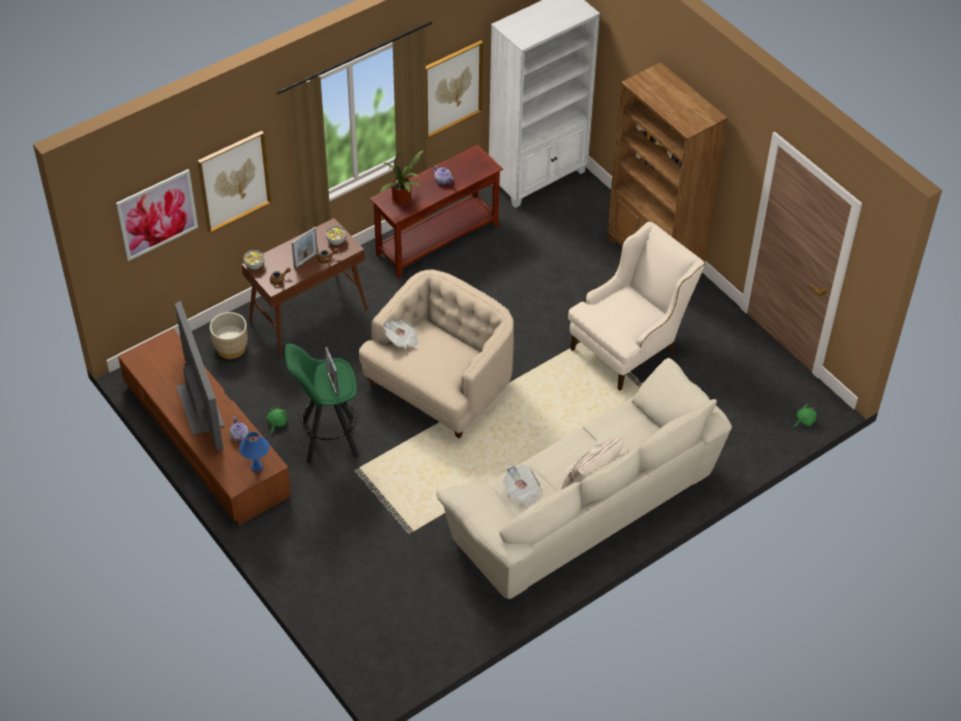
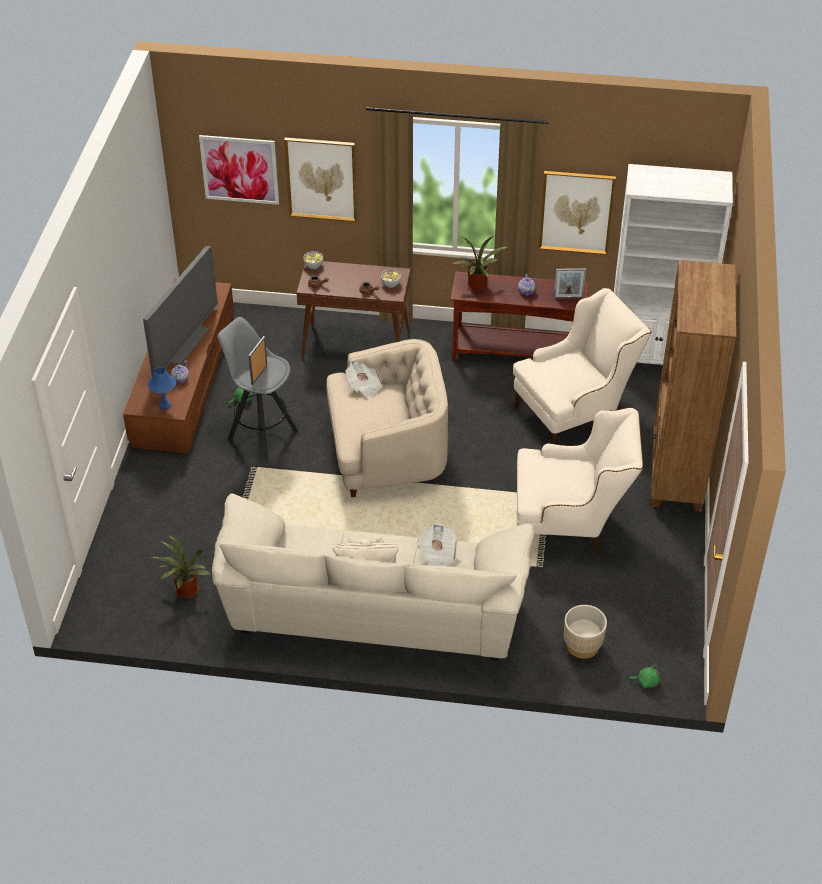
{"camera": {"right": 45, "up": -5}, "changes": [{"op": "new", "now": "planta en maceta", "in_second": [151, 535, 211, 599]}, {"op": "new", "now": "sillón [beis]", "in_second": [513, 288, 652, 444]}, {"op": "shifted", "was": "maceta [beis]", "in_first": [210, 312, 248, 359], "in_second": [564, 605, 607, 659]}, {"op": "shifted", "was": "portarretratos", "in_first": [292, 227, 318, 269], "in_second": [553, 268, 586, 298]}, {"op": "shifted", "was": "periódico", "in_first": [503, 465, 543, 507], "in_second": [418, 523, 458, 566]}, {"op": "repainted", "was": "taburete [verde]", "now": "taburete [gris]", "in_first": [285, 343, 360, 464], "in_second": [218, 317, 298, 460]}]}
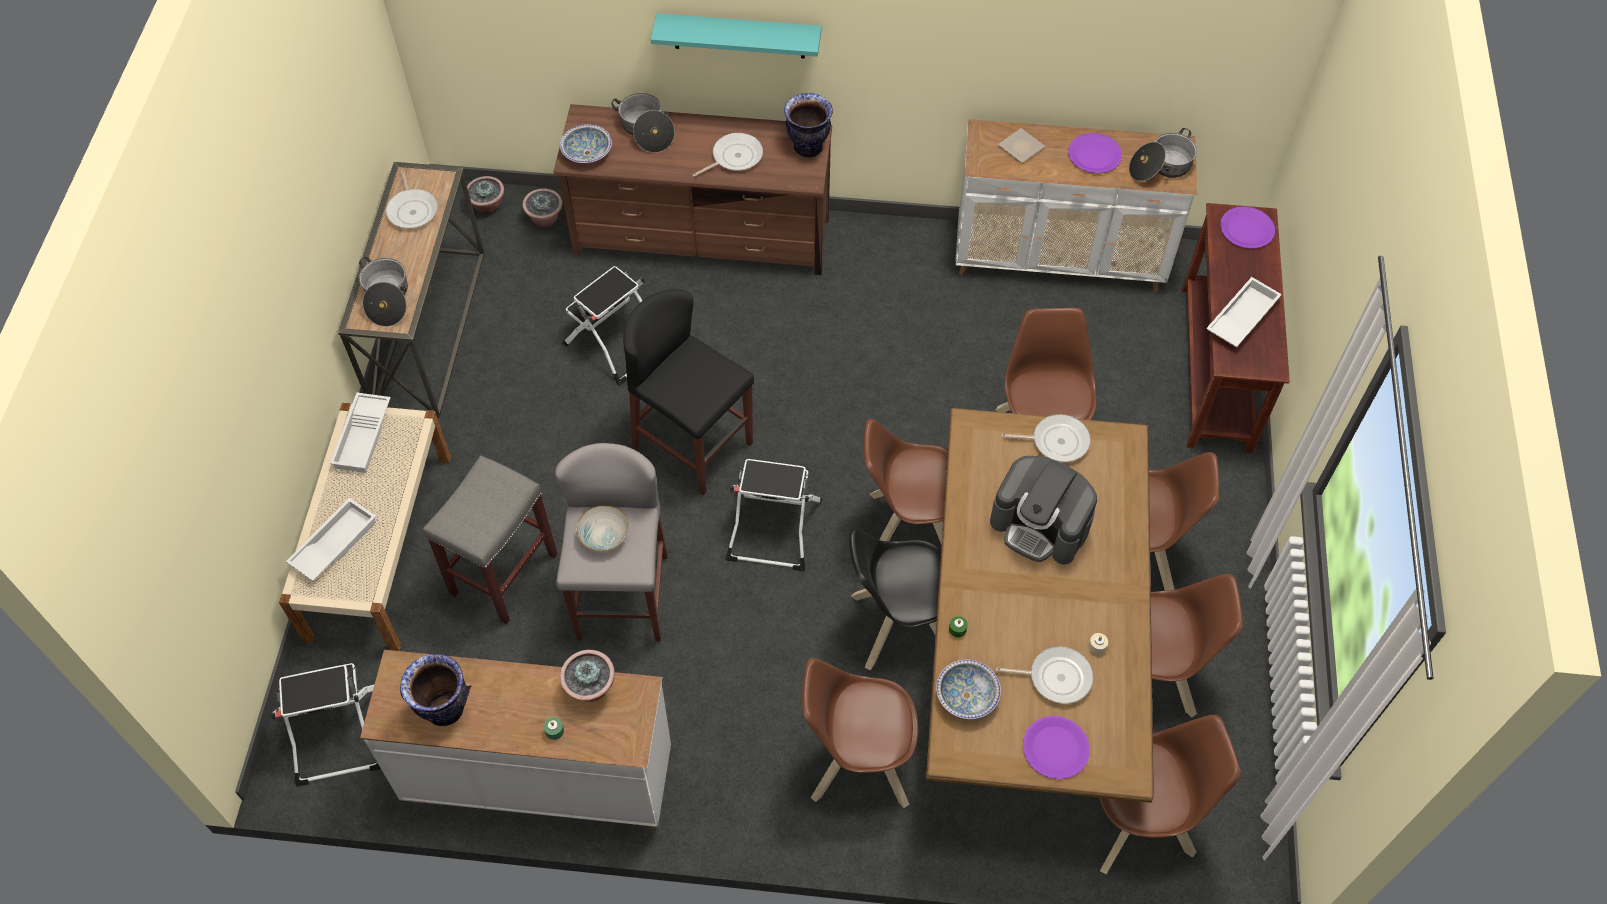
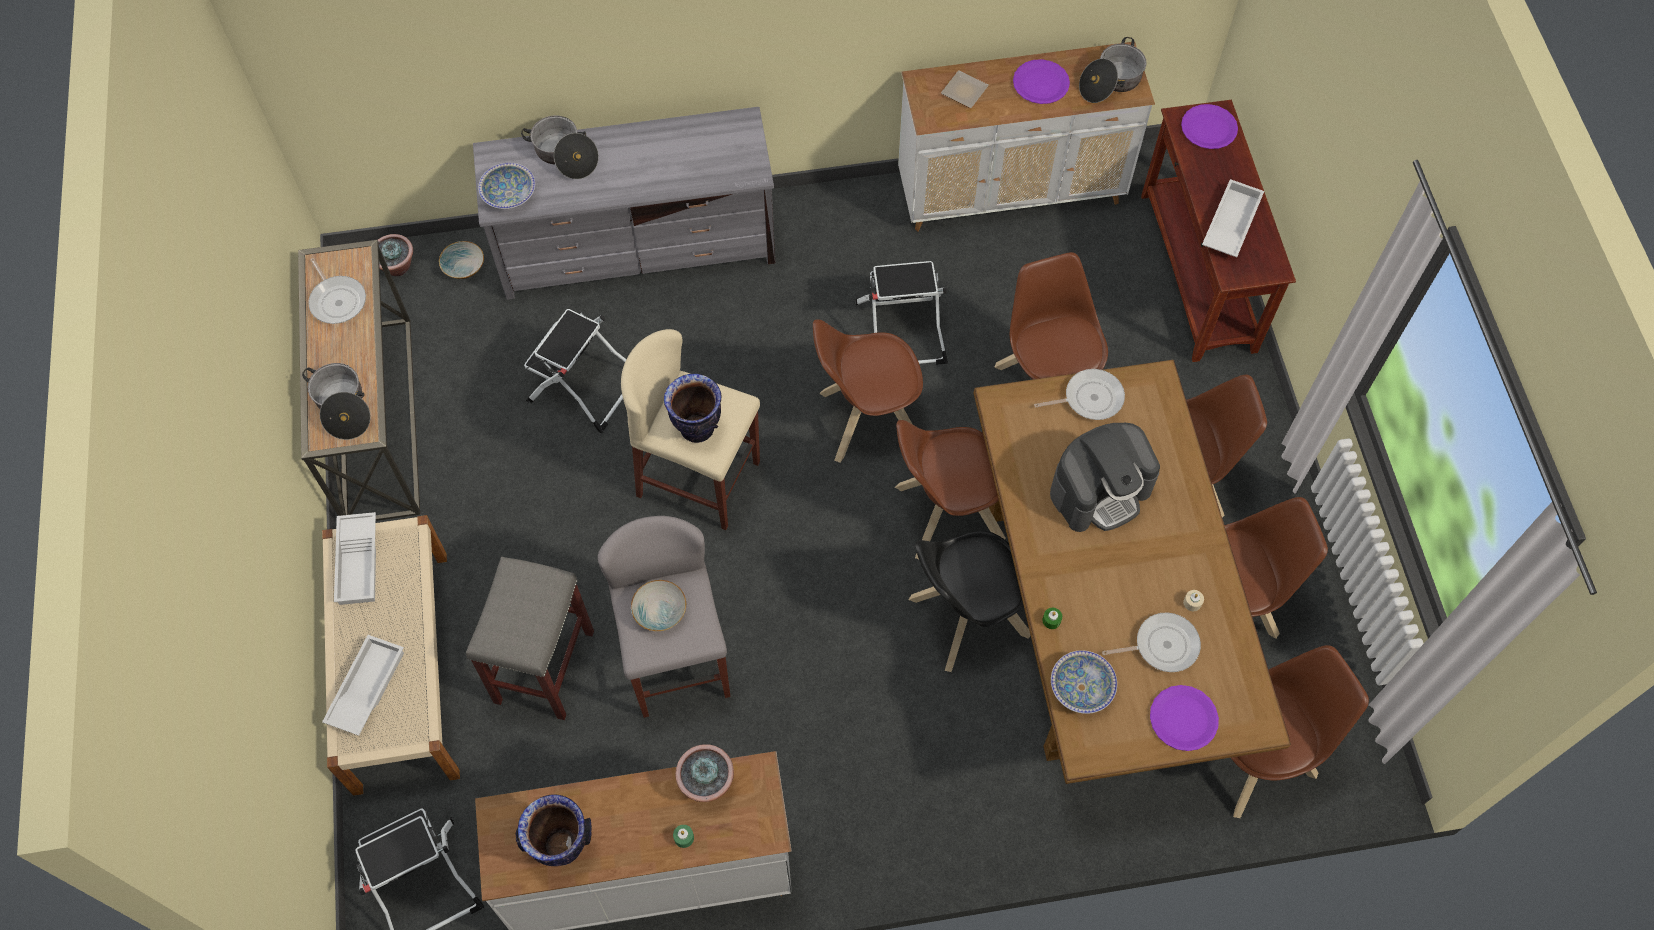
{"camera": {"right": -15, "up": 5}, "changes": [{"op": "gone", "was": "estante [turquesa]", "in_first": [651, 13, 822, 59]}, {"op": "gone", "was": "sartén", "in_first": [692, 133, 763, 177]}, {"op": "shifted", "was": "escalera de tijera", "in_first": [726, 459, 823, 571], "in_second": [855, 261, 948, 365]}, {"op": "shifted", "was": "florero", "in_first": [784, 93, 833, 158], "in_second": [664, 374, 721, 443]}, {"op": "shifted", "was": "silla [marrón]", "in_first": [802, 658, 918, 808], "in_second": [813, 319, 923, 463]}, {"op": "swapped", "was": "planta en maceta", "now": "cuenco", "in_first": [522, 188, 563, 227], "in_second": [439, 241, 484, 279]}, {"op": "repainted", "was": "cómoda [marrón]", "now": "cómoda [gris]", "in_first": [553, 104, 832, 275], "in_second": [473, 107, 775, 300]}, {"op": "repainted", "was": "taburete [negro]", "now": "taburete [beis]", "in_first": [623, 289, 754, 495], "in_second": [621, 329, 760, 530]}, {"op": "rotated", "was": "cafetera", "in_first": [990, 456, 1097, 564], "in_second": [1050, 423, 1160, 532], "clockwise": -45}]}
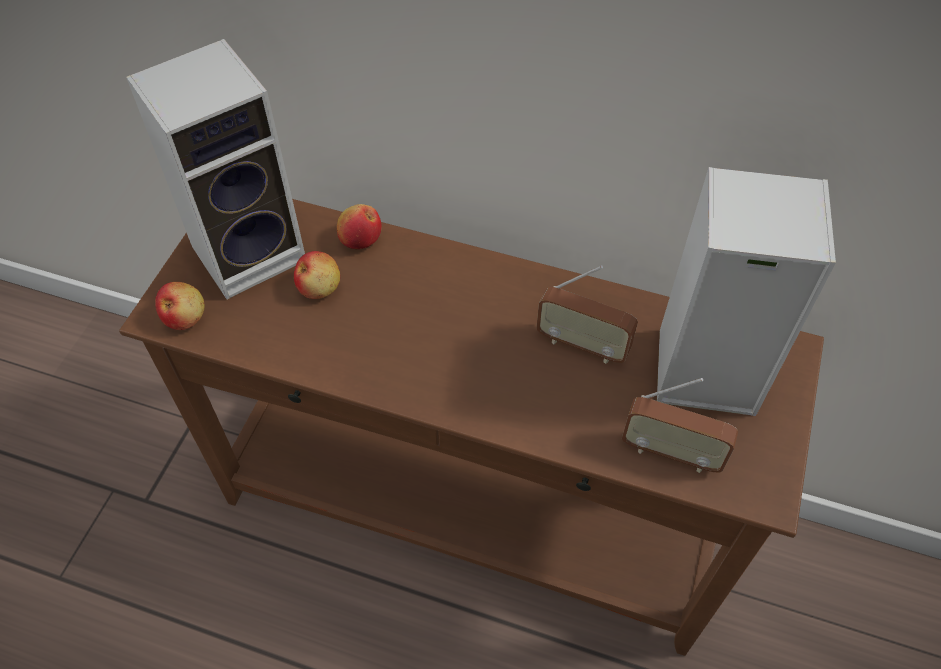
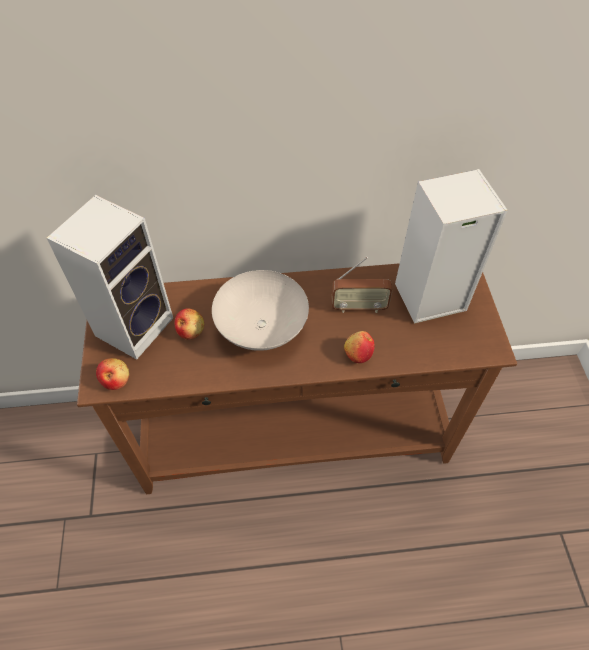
{"camera": {"right": -25, "up": 0}, "changes": [{"op": "gone", "was": "radio", "in_first": [622, 378, 738, 473]}, {"op": "new", "now": "cuenco [blanco]", "in_second": [212, 270, 309, 351]}, {"op": "shifted", "was": "manzana", "in_first": [337, 204, 382, 249], "in_second": [344, 331, 375, 363]}]}
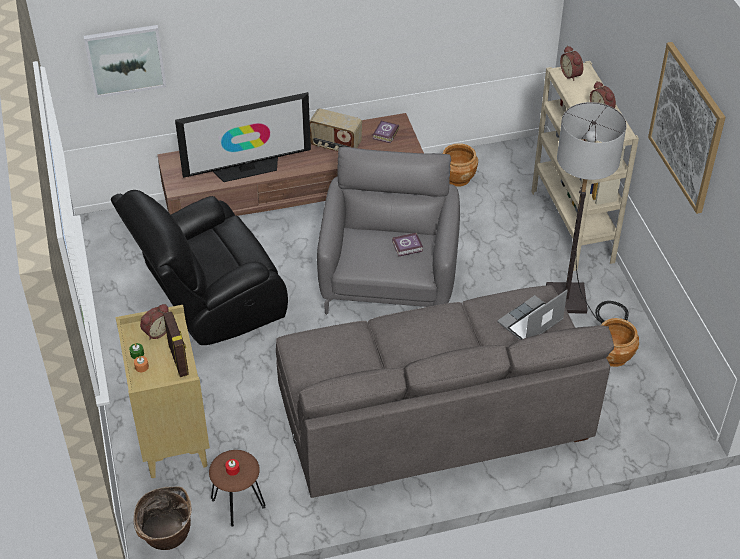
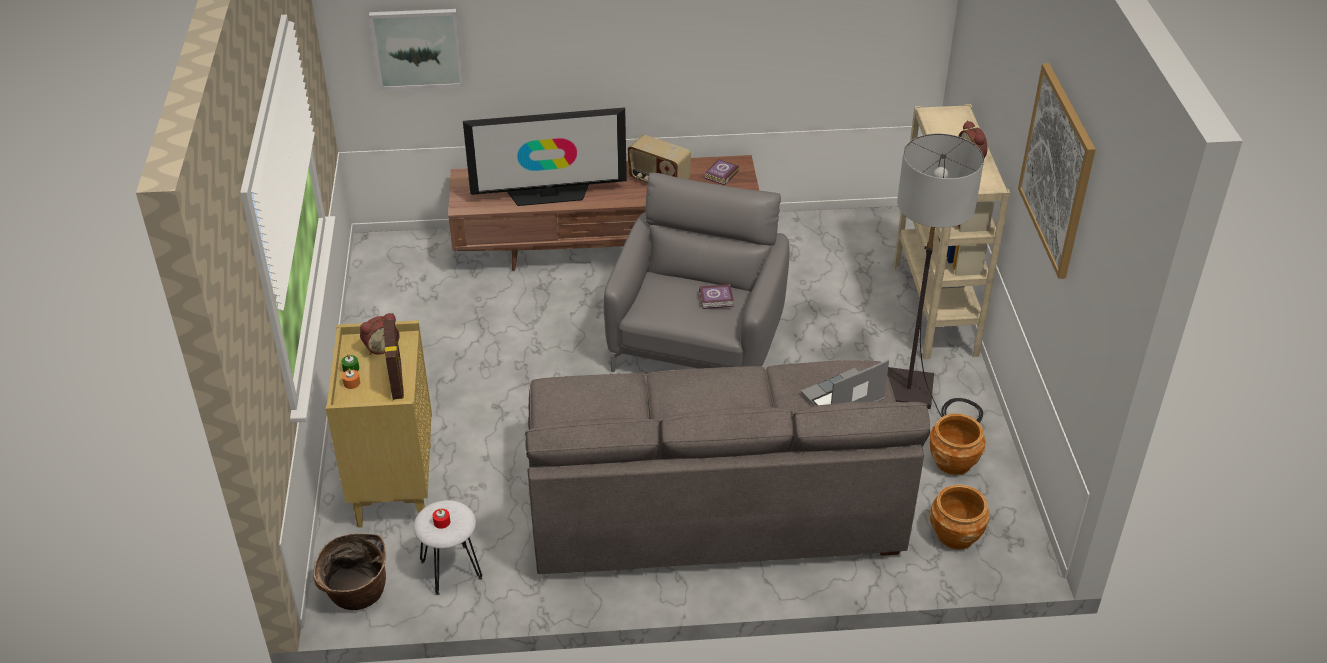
{"camera": {"right": 10, "up": -5}, "changes": [{"op": "gone", "was": "sillón [negro]", "in_first": [111, 190, 288, 345]}, {"op": "gone", "was": "despertador", "in_first": [560, 45, 583, 81]}, {"op": "shifted", "was": "maceta [marrón]", "in_first": [443, 143, 478, 187], "in_second": [930, 485, 990, 549]}, {"op": "repainted", "was": "taburete [marrón]", "now": "taburete [blanco]", "in_first": [209, 450, 265, 527], "in_second": [414, 500, 482, 595]}]}
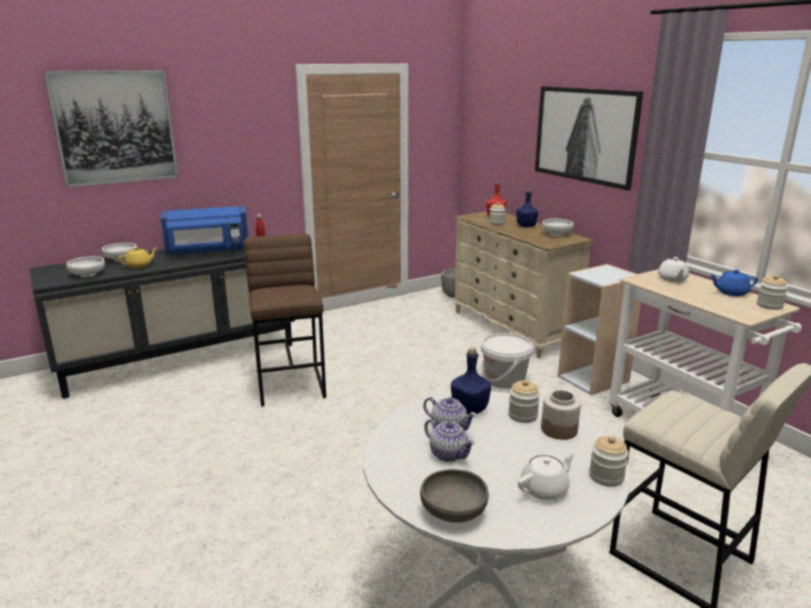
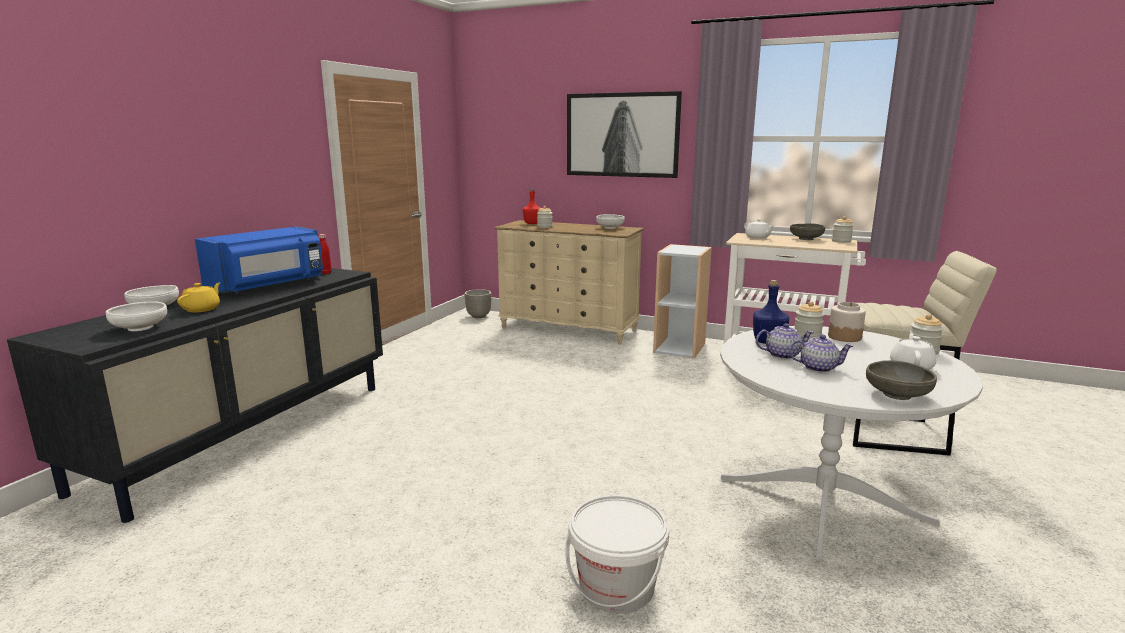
{"camera": {"right": -35, "up": -5}, "changes": [{"op": "gone", "was": "cuadro", "in_first": [43, 70, 179, 188]}, {"op": "gone", "was": "taburete [marrón]", "in_first": [244, 233, 326, 407]}, {"op": "gone", "was": "botella [azul]", "in_first": [516, 189, 538, 227]}, {"op": "shifted", "was": "cubo [blanco]", "in_first": [481, 333, 533, 389], "in_second": [565, 495, 669, 613]}, {"op": "swapped", "was": "tetera [azul]", "now": "cuenco [gris]", "in_first": [710, 270, 758, 296], "in_second": [790, 223, 825, 240]}]}
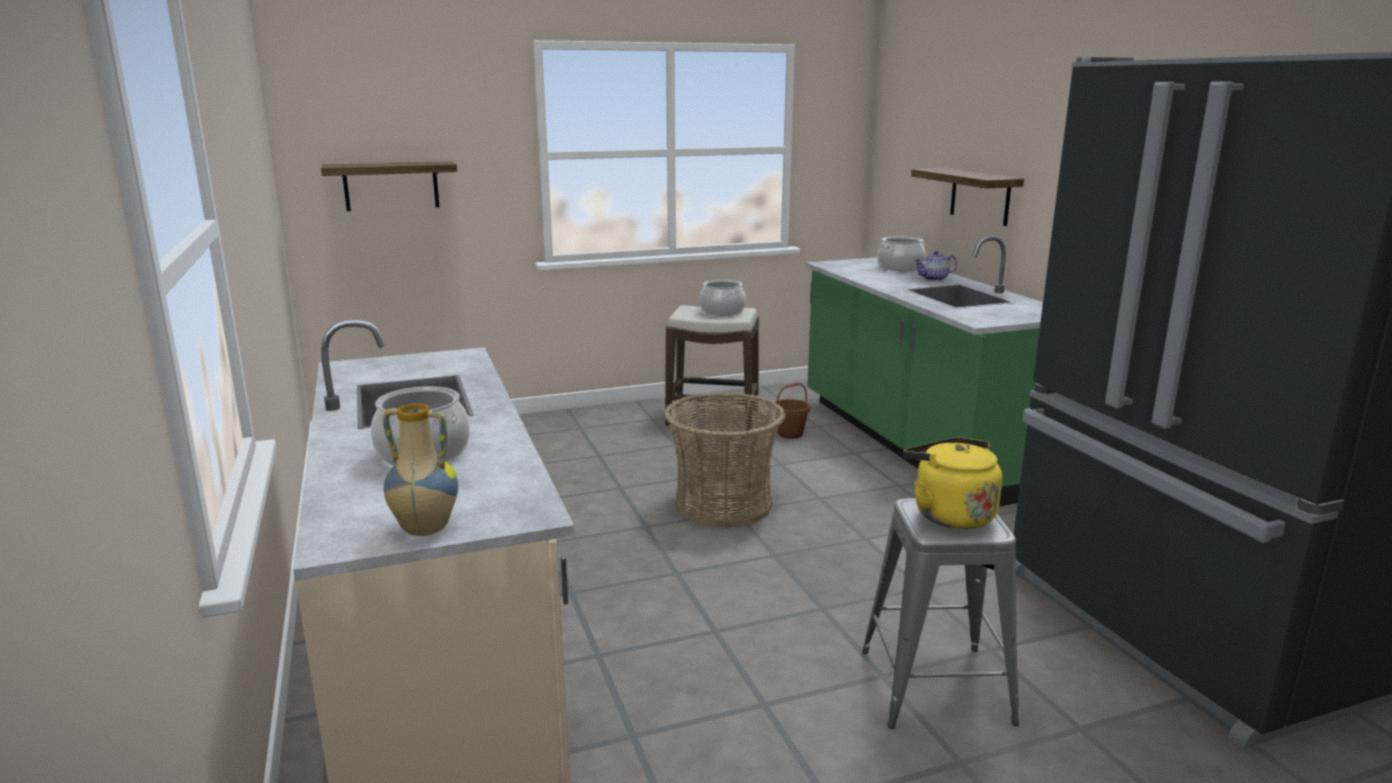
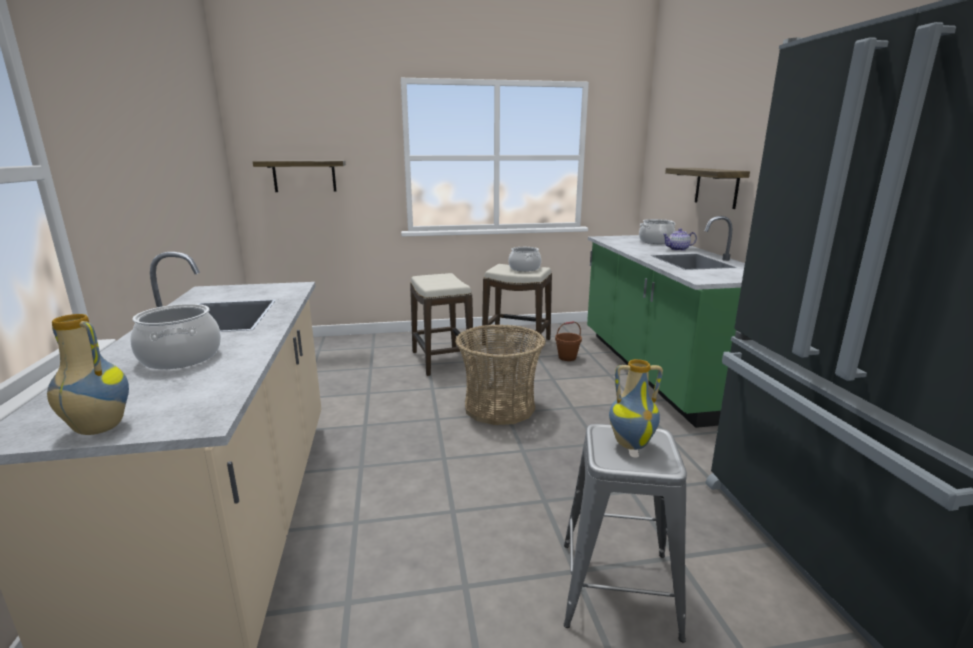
{"camera": {"right": 10, "up": 0}, "changes": [{"op": "new", "now": "taburete", "in_second": [410, 273, 474, 376]}, {"op": "swapped", "was": "hervidor [amarillo]", "now": "florero", "in_first": [903, 437, 1002, 529], "in_second": [609, 359, 663, 450]}]}
